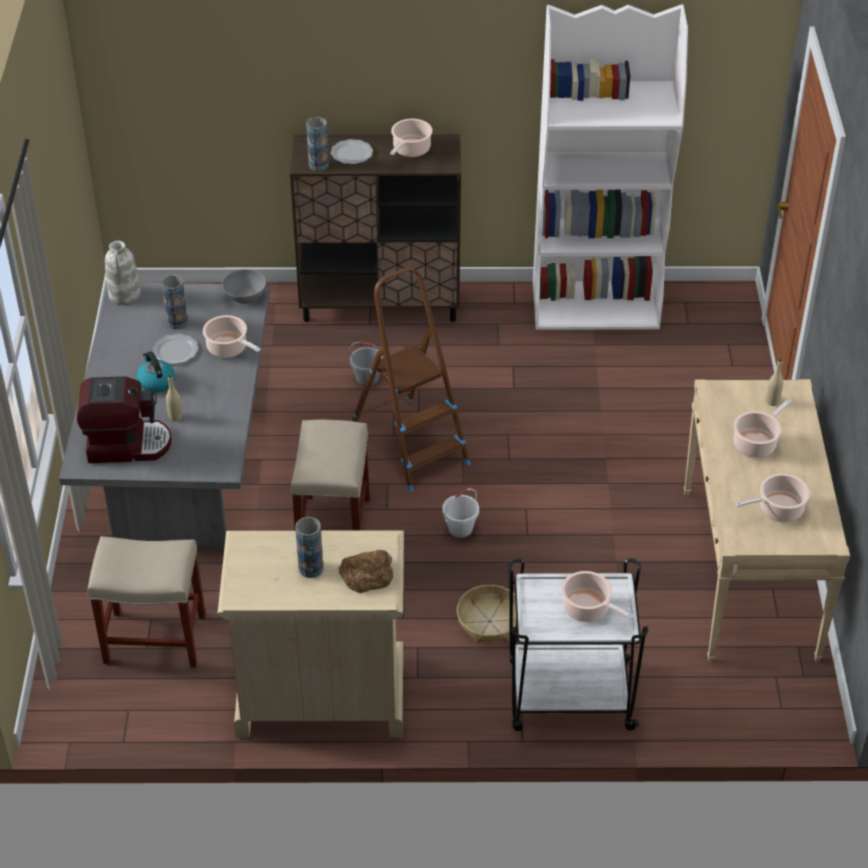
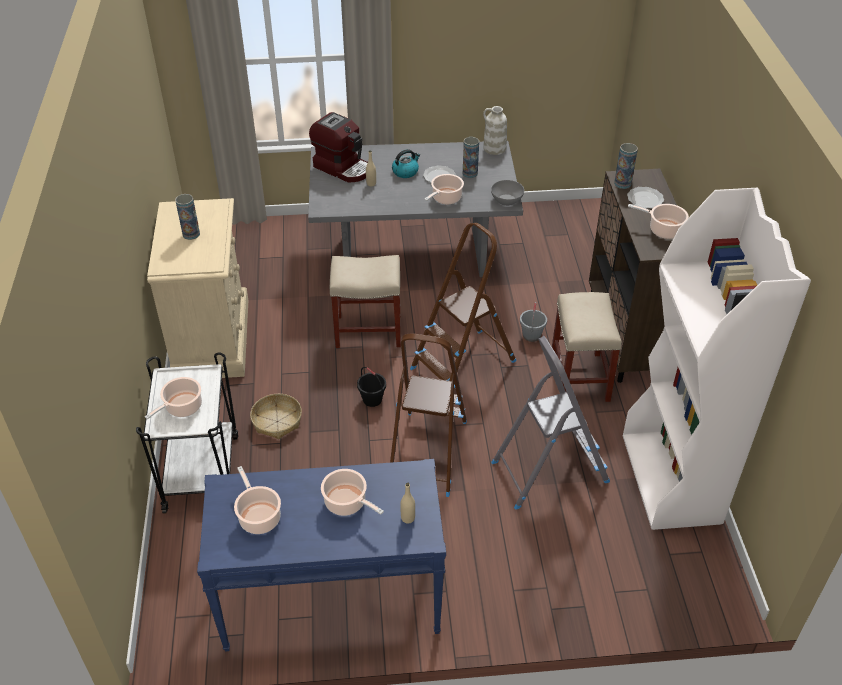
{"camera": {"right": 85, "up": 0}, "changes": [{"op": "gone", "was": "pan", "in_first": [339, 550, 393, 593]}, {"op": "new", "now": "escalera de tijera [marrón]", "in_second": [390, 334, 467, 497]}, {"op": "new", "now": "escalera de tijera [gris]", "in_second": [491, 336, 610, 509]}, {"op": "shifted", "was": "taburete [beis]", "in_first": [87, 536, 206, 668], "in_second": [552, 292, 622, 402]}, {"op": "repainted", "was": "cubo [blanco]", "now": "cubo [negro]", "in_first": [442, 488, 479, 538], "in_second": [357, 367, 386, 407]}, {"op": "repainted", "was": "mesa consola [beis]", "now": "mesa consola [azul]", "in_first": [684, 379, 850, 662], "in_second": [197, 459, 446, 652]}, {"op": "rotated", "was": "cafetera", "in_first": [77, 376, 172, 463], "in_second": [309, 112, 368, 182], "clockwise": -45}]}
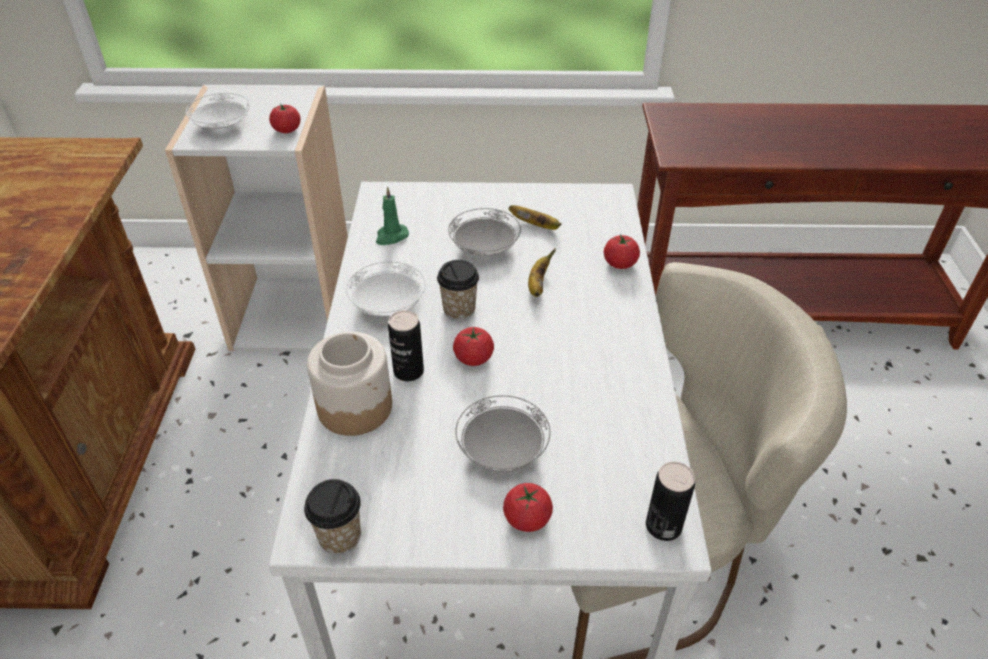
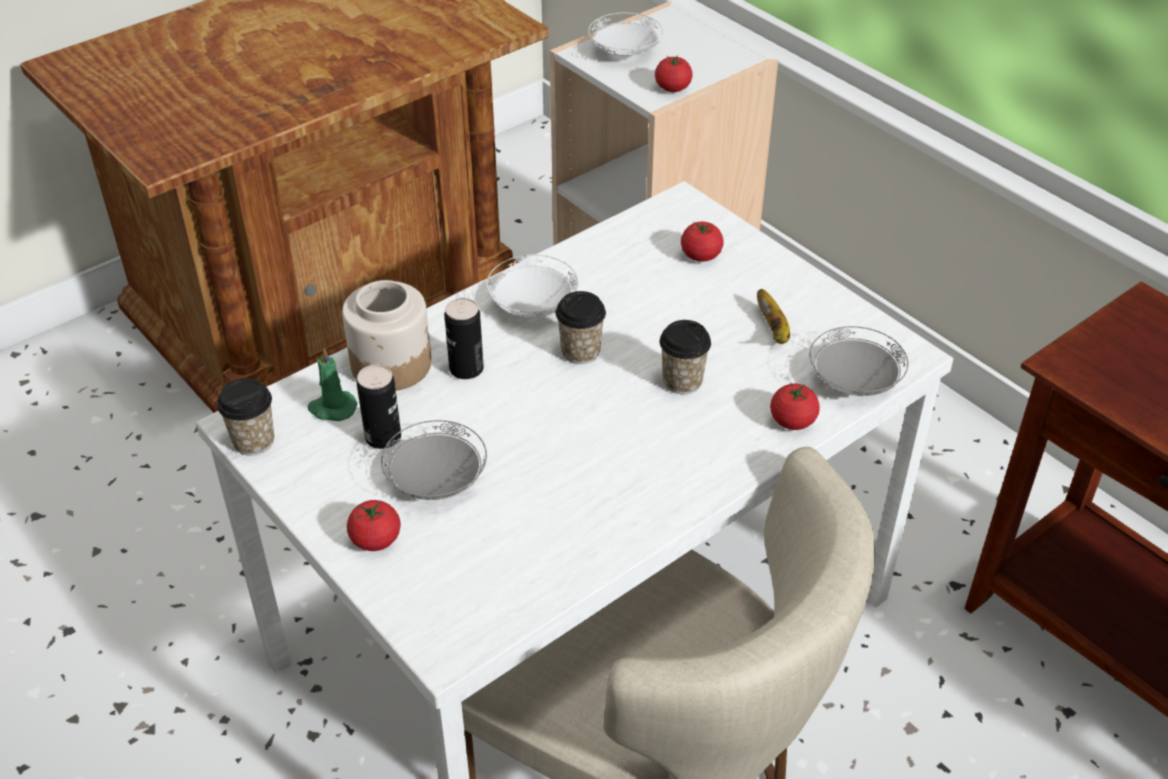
{"camera": {"right": 50, "up": 0}, "changes": [{"op": "shifted", "was": "vela [verde]", "in_first": [376, 187, 409, 245], "in_second": [308, 348, 357, 421]}, {"op": "shifted", "was": "plato [gris]", "in_first": [448, 208, 521, 256], "in_second": [810, 326, 908, 396]}, {"op": "shifted", "was": "tomate", "in_first": [453, 327, 494, 366], "in_second": [681, 222, 724, 262]}, {"op": "shifted", "was": "lata", "in_first": [646, 462, 695, 541], "in_second": [357, 365, 401, 449]}, {"op": "swapped", "was": "plátano", "now": "taza", "in_first": [528, 248, 556, 297], "in_second": [660, 320, 711, 394]}]}
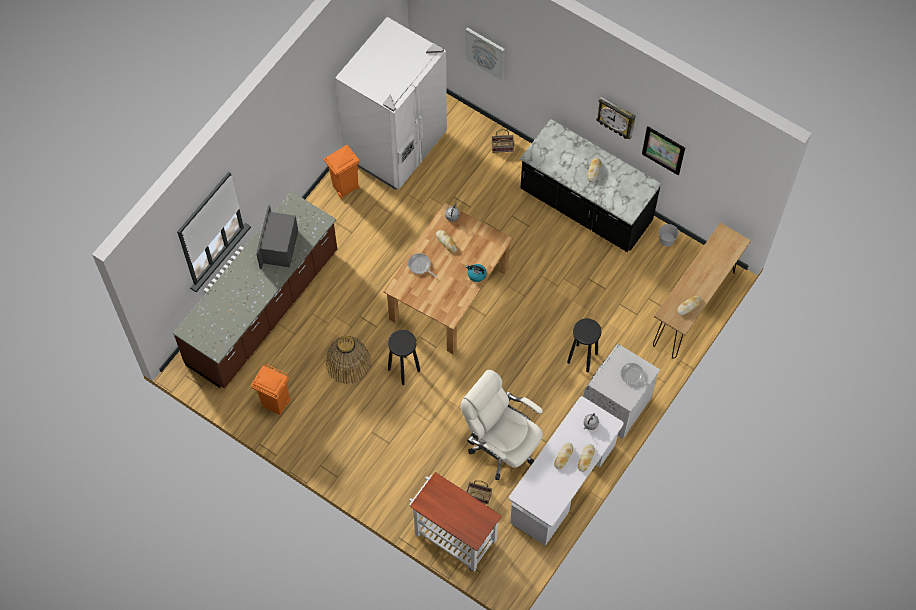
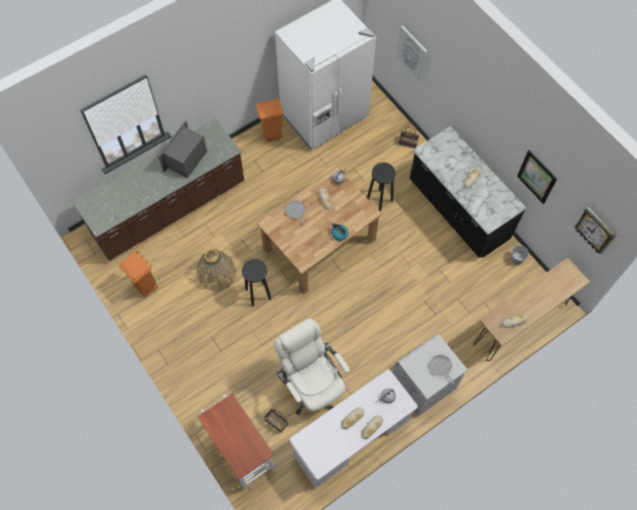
{"camera": {"right": 20, "up": 0}, "changes": [{"op": "shifted", "was": "taburete [negro]", "in_first": [567, 318, 601, 372], "in_second": [367, 162, 396, 212]}, {"op": "shifted", "was": "reloj de pared", "in_first": [596, 96, 635, 139], "in_second": [574, 207, 616, 254]}]}
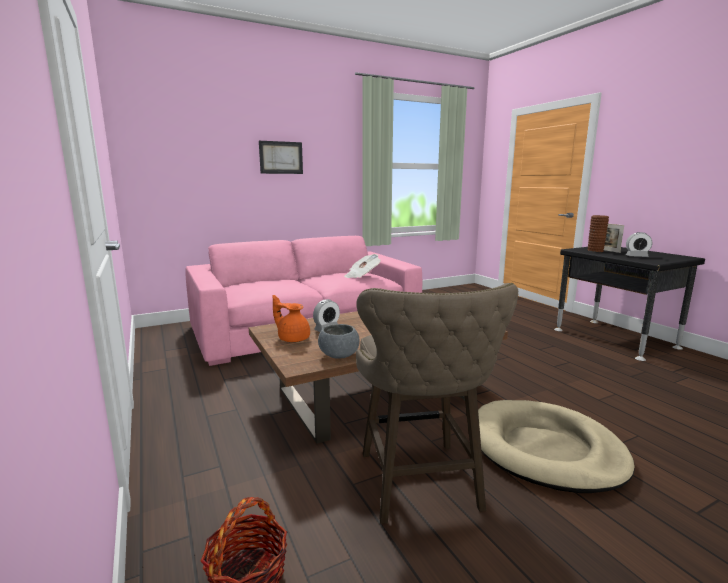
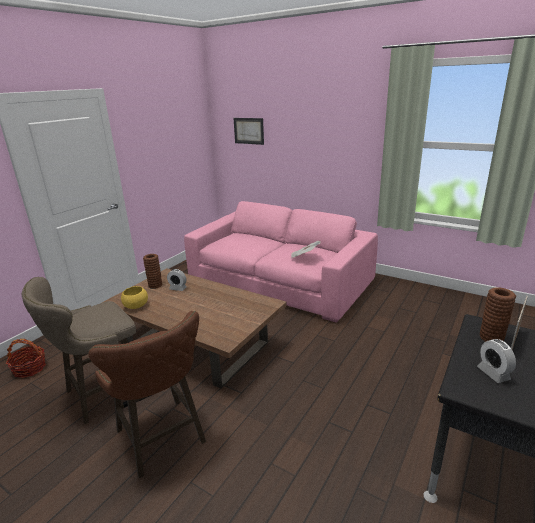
{"camera": {"right": 60, "up": 10}, "changes": [{"op": "shifted", "was": "cuadro", "in_first": [259, 141, 303, 174], "in_second": [234, 118, 264, 145]}, {"op": "swapped", "was": "tetera [naranja]", "now": "florero [marrón]", "in_first": [272, 295, 310, 342], "in_second": [143, 254, 162, 289]}, {"op": "swapped", "was": "cama para perro [beis]", "now": "taburete [marrón]", "in_first": [478, 400, 635, 493], "in_second": [88, 311, 206, 479]}, {"op": "repainted", "was": "cuenco [gris]", "now": "cuenco [amarillo]", "in_first": [318, 324, 359, 359], "in_second": [121, 286, 148, 309]}]}
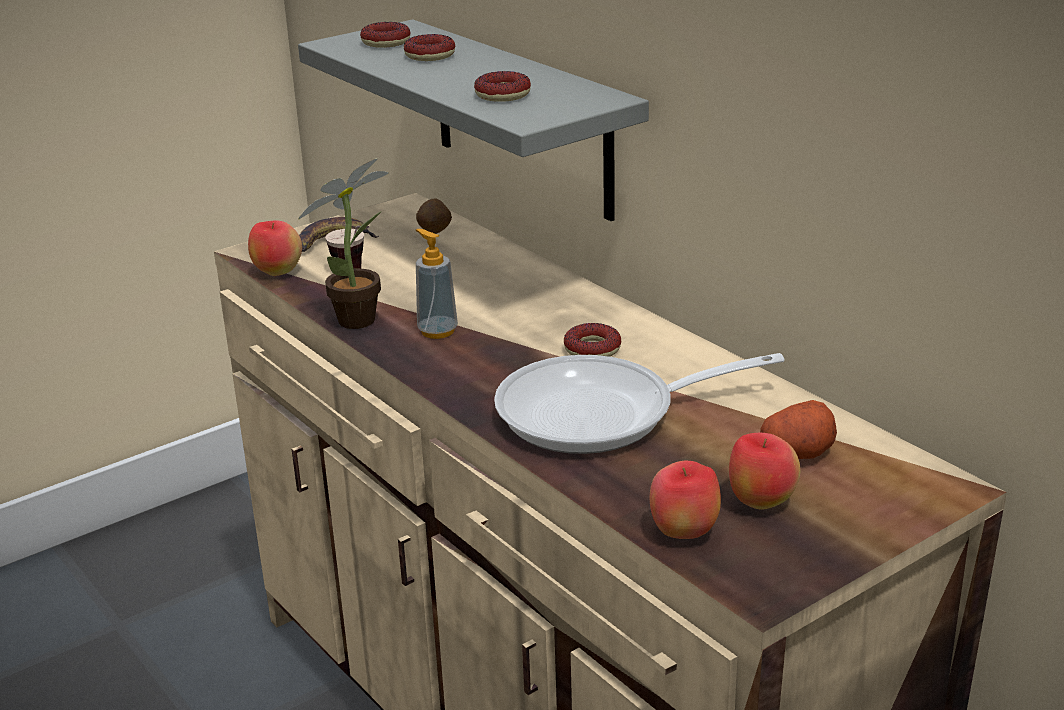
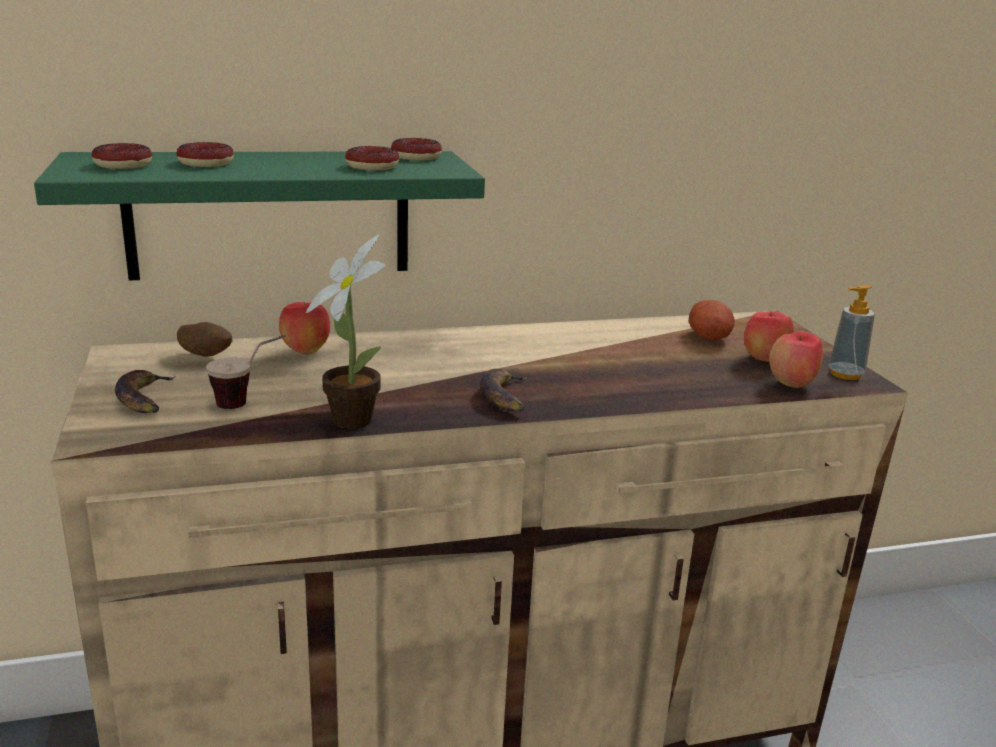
{"camera": {"right": -70, "up": -5}, "changes": [{"op": "gone", "was": "sartén", "in_first": [494, 353, 785, 454]}, {"op": "new", "now": "plátano", "in_second": [480, 369, 527, 412]}, {"op": "shifted", "was": "manzana", "in_first": [248, 220, 302, 276], "in_second": [279, 302, 330, 355]}, {"op": "shifted", "was": "dispensador de jabón", "in_first": [416, 229, 458, 339], "in_second": [829, 285, 875, 380]}, {"op": "shifted", "was": "rosquilla", "in_first": [564, 323, 621, 357], "in_second": [391, 138, 442, 161]}, {"op": "repainted", "was": "estante [gris]", "now": "estante [verde]", "in_first": [298, 19, 649, 221], "in_second": [34, 151, 485, 281]}]}
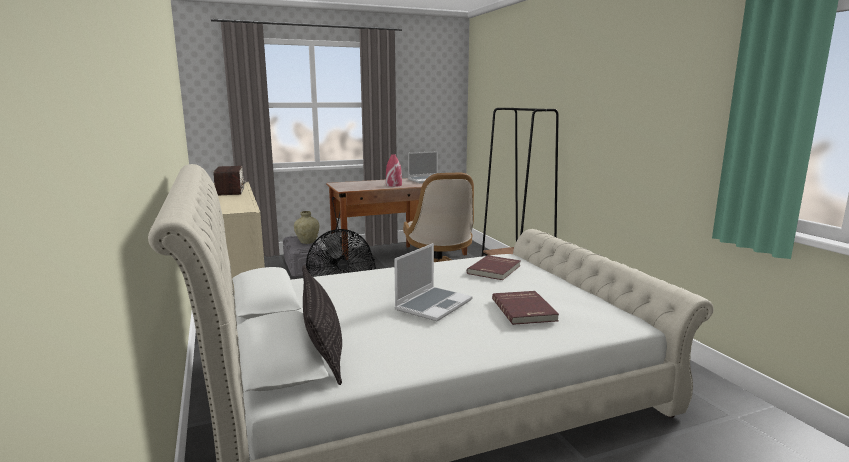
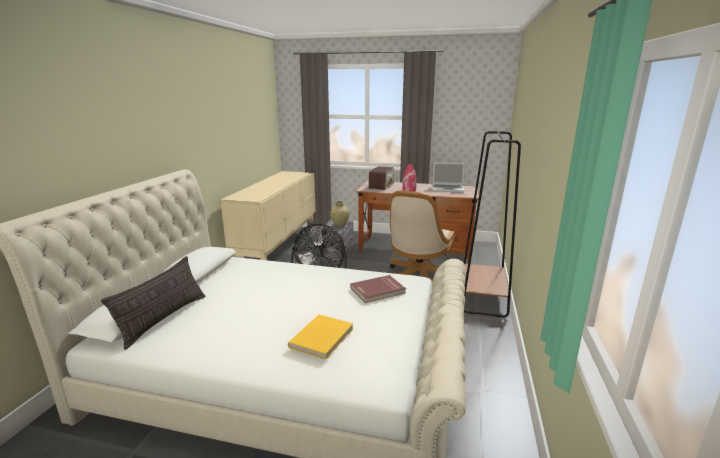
{"camera": {"right": 35, "up": 5}, "changes": [{"op": "gone", "was": "portátil", "in_first": [394, 243, 472, 321]}, {"op": "shifted", "was": "radio", "in_first": [213, 166, 246, 195], "in_second": [368, 166, 394, 190]}, {"op": "repainted", "was": "libro [rojo]", "now": "libro [amarillo]", "in_first": [492, 291, 559, 325], "in_second": [288, 314, 353, 360]}]}
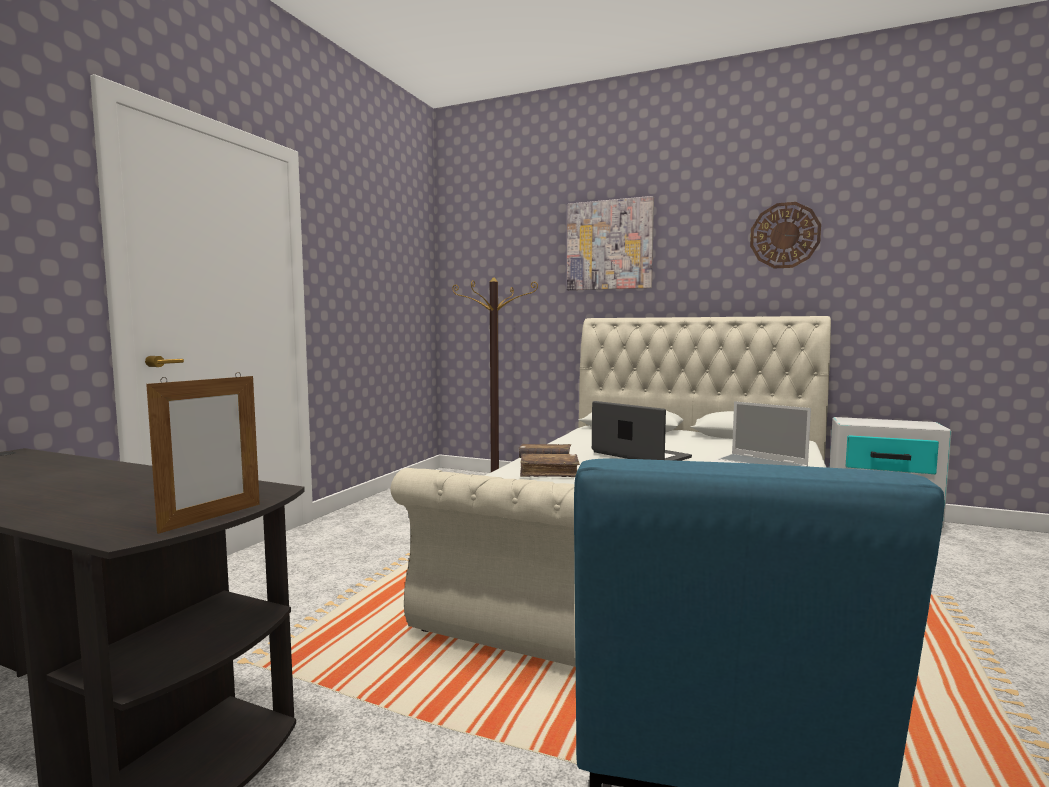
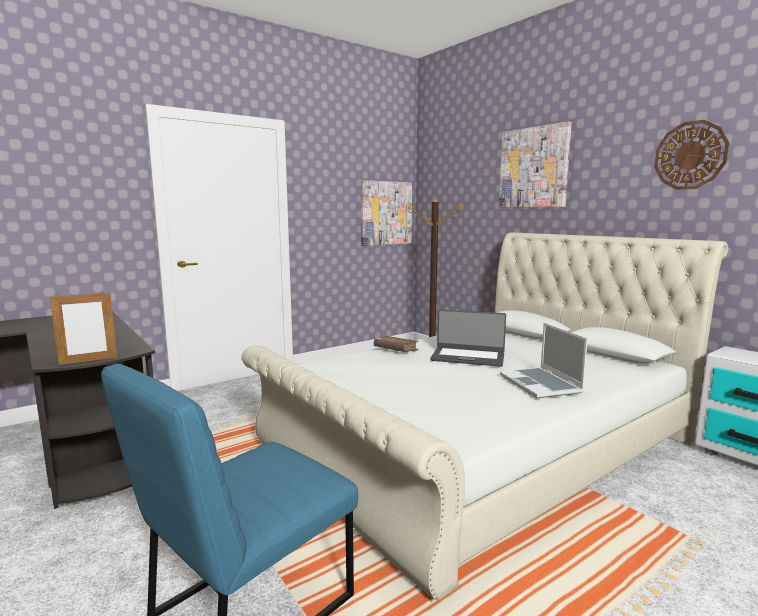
{"camera": {"right": 30, "up": 5}, "changes": [{"op": "gone", "was": "libro [marrón]", "in_first": [520, 453, 580, 477]}, {"op": "new", "now": "cuadro", "in_second": [361, 180, 412, 246]}, {"op": "rotated", "was": "portátil", "in_first": [592, 401, 692, 461], "in_second": [430, 310, 506, 367], "clockwise": 120}]}
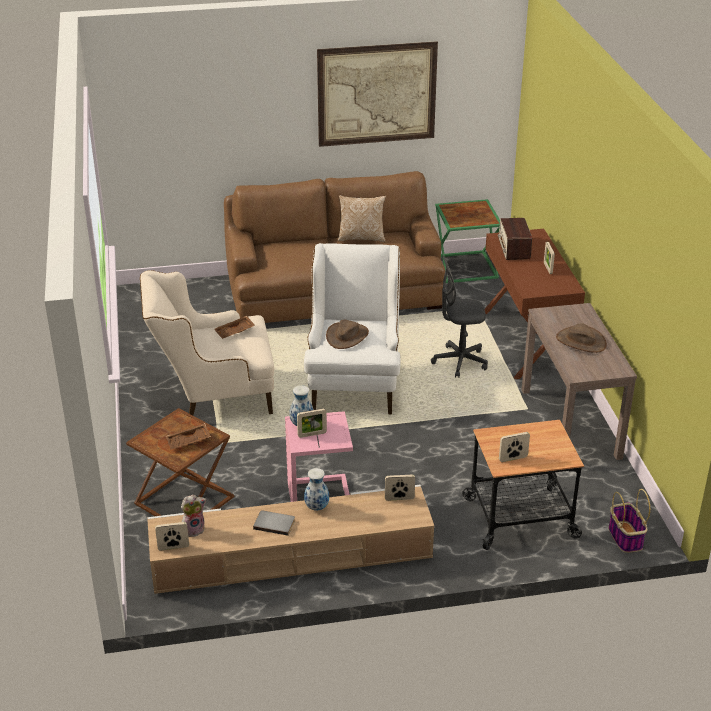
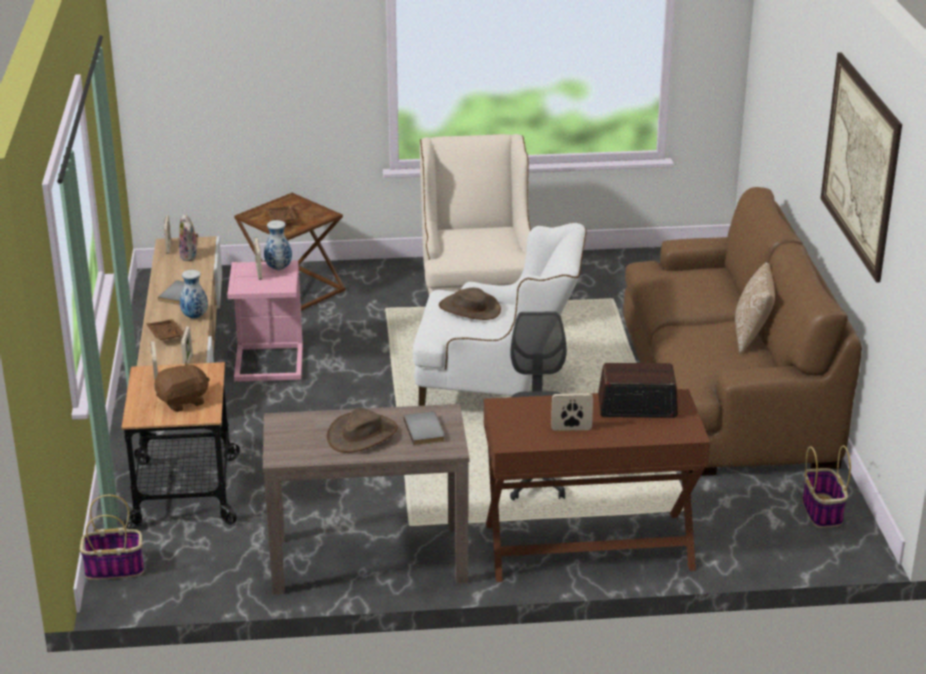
{"camera": {"right": 95, "up": -5}, "changes": [{"op": "new", "now": "peluche [marrón]", "in_second": [154, 362, 210, 412]}, {"op": "new", "now": "libro [gris]", "in_second": [403, 411, 445, 446]}, {"op": "shifted", "was": "bandeja [marrón]", "in_first": [214, 316, 255, 339], "in_second": [147, 319, 184, 340]}, {"op": "swapped", "was": "mesa auxiliar [verde]", "now": "cesta", "in_first": [435, 199, 500, 283], "in_second": [802, 445, 851, 528]}]}
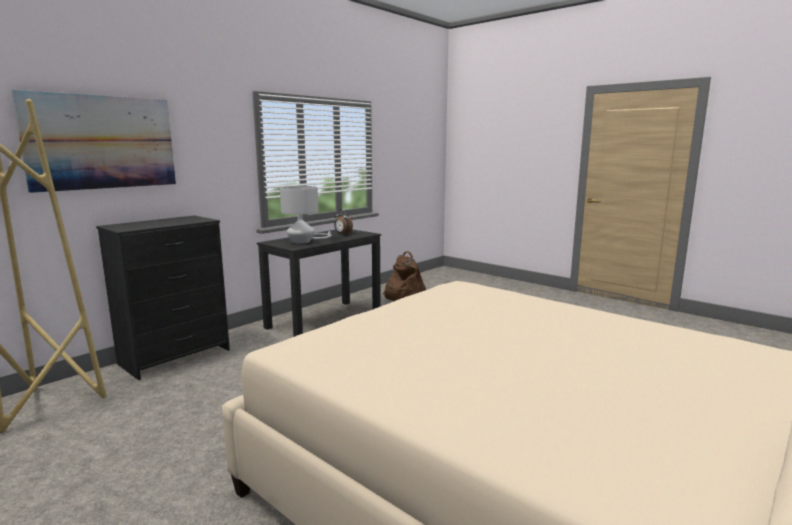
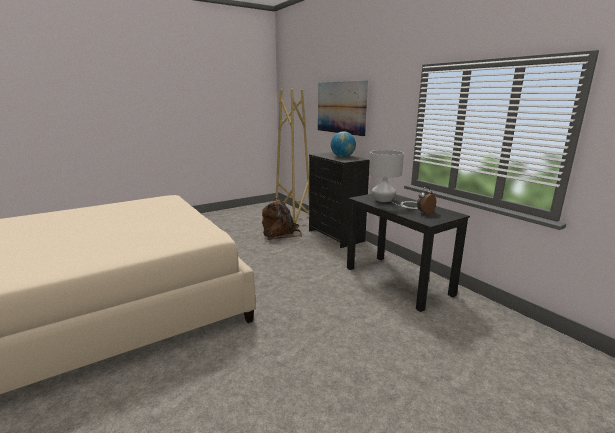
{"camera": {"right": 105, "up": 5}, "changes": [{"op": "new", "now": "globo terráqueo", "in_second": [331, 131, 356, 157]}, {"op": "shifted", "was": "mochila [marrón]", "in_first": [383, 251, 426, 301], "in_second": [262, 198, 303, 240]}]}
